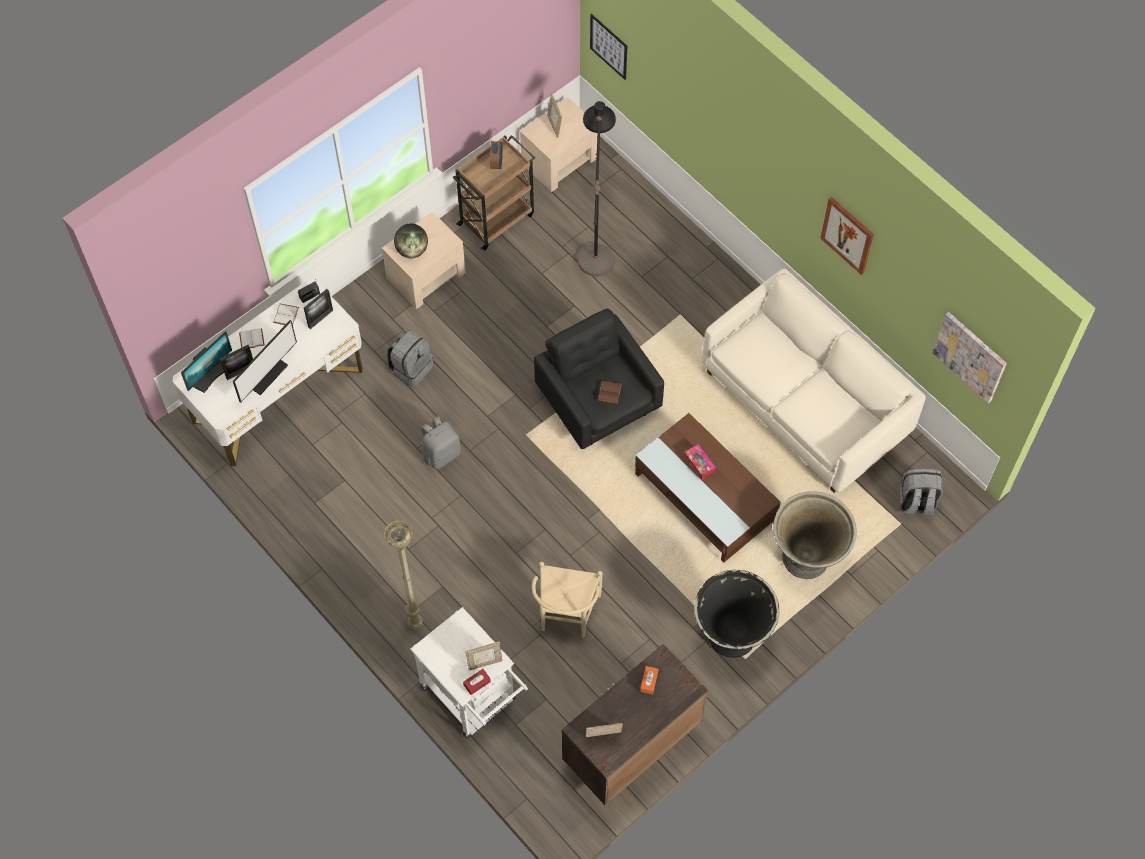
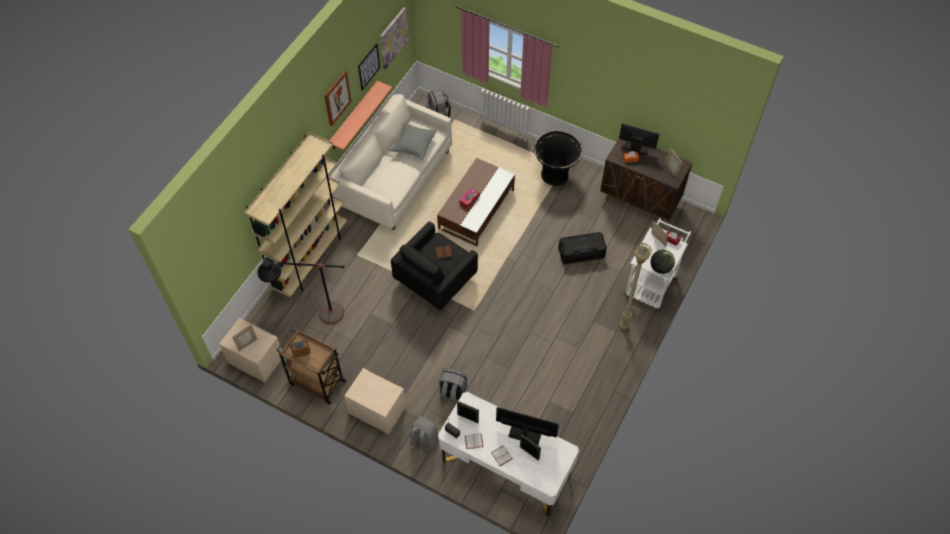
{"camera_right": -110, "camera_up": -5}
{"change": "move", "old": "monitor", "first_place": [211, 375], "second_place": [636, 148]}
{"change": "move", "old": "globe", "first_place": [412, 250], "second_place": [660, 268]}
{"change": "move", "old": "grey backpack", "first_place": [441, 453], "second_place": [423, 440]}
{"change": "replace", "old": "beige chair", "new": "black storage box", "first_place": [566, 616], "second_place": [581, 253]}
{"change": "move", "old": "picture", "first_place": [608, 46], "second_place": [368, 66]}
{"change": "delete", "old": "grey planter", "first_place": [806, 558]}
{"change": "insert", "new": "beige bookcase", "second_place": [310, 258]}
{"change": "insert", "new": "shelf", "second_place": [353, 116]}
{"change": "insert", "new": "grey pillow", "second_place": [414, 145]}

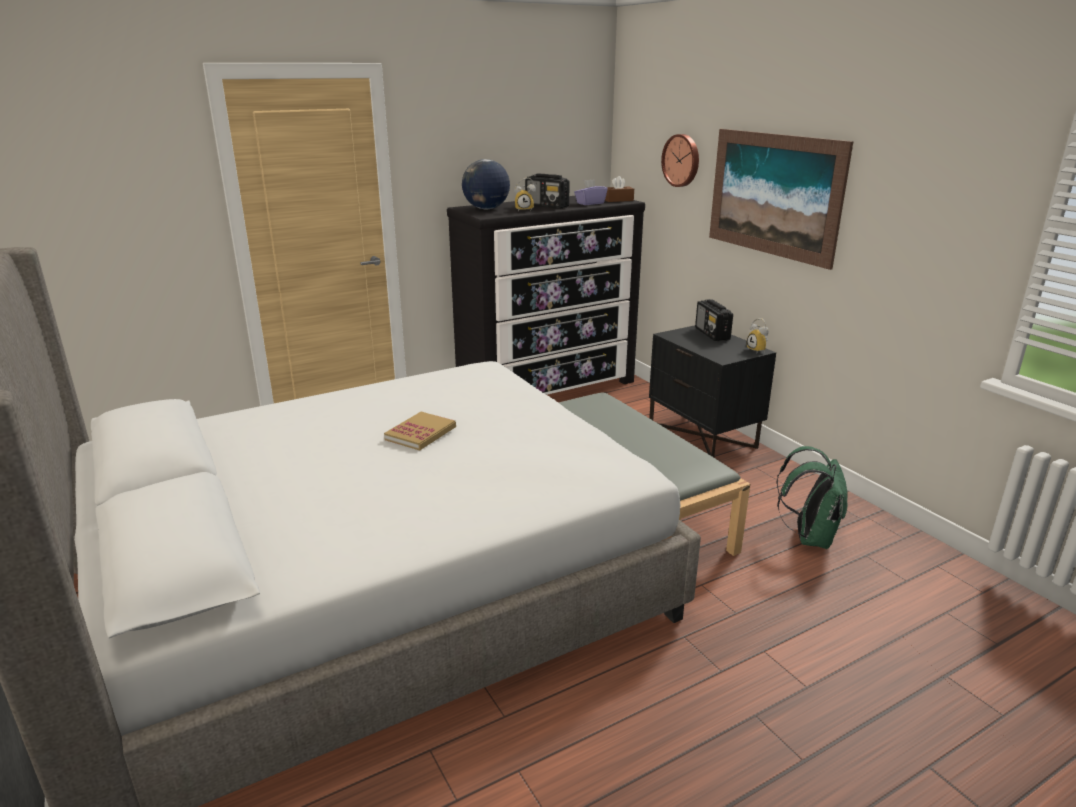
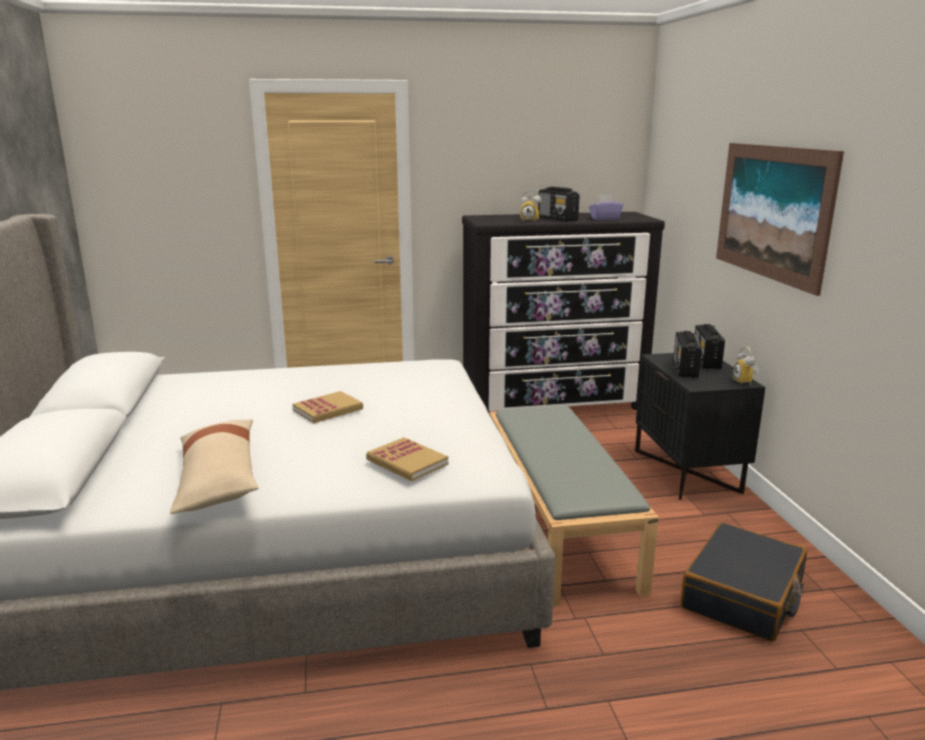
{"camera_right": 20, "camera_up": -5}
{"change": "delete", "old": "globe", "first_place": [486, 209]}
{"change": "delete", "old": "brown tissue box", "first_place": [618, 200]}
{"change": "delete", "old": "wall clock", "first_place": [682, 160]}
{"change": "replace", "old": "green backpack", "new": "black suitcase", "first_place": [809, 537], "second_place": [743, 596]}
{"change": "insert", "new": "beige pillow", "second_place": [218, 479]}
{"change": "insert", "new": "book", "second_place": [407, 462]}
{"change": "insert", "new": "radio", "second_place": [685, 370]}

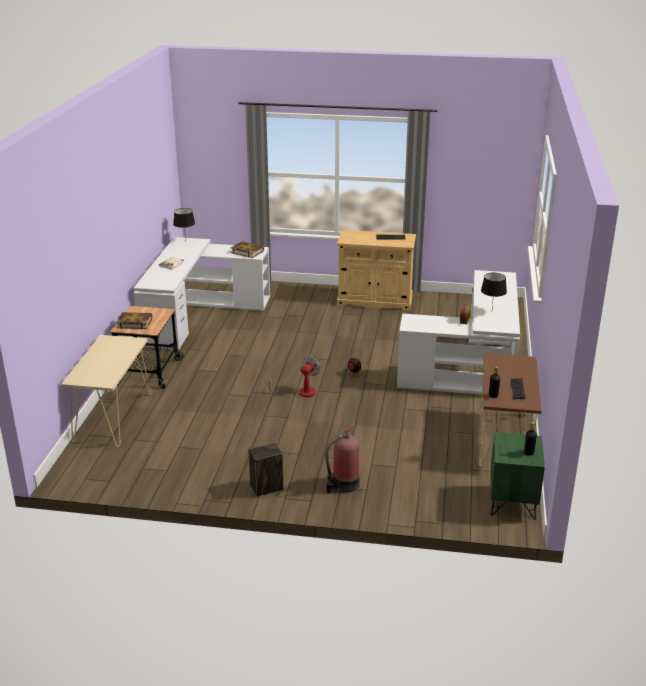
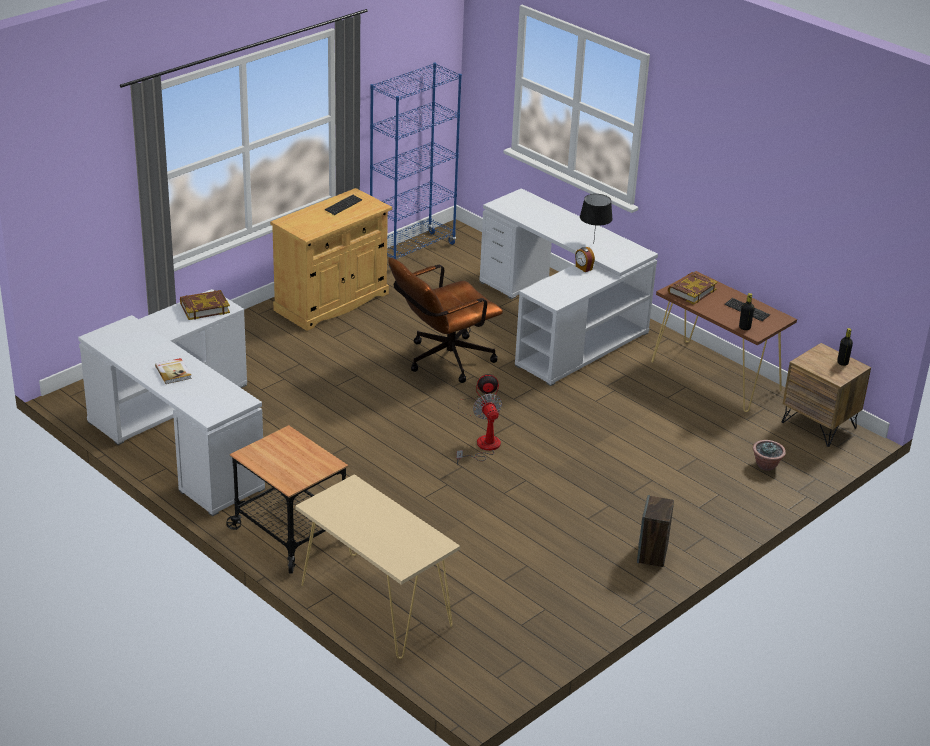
{"camera_right": -55, "camera_up": 5}
{"change": "move", "old": "book", "first_place": [134, 323], "second_place": [691, 291]}
{"change": "delete", "old": "black table lamp", "first_place": [185, 242]}
{"change": "delete", "old": "fire extinguisher", "first_place": [344, 485]}
{"change": "recolor", "old": "green nightstand", "new": "brown nightstand", "first_place": [513, 502], "second_place": [819, 425]}
{"change": "insert", "new": "blue bookcase", "second_place": [412, 251]}
{"change": "insert", "new": "brown office chair", "second_place": [442, 361]}
{"change": "insert", "new": "potted plant", "second_place": [766, 465]}

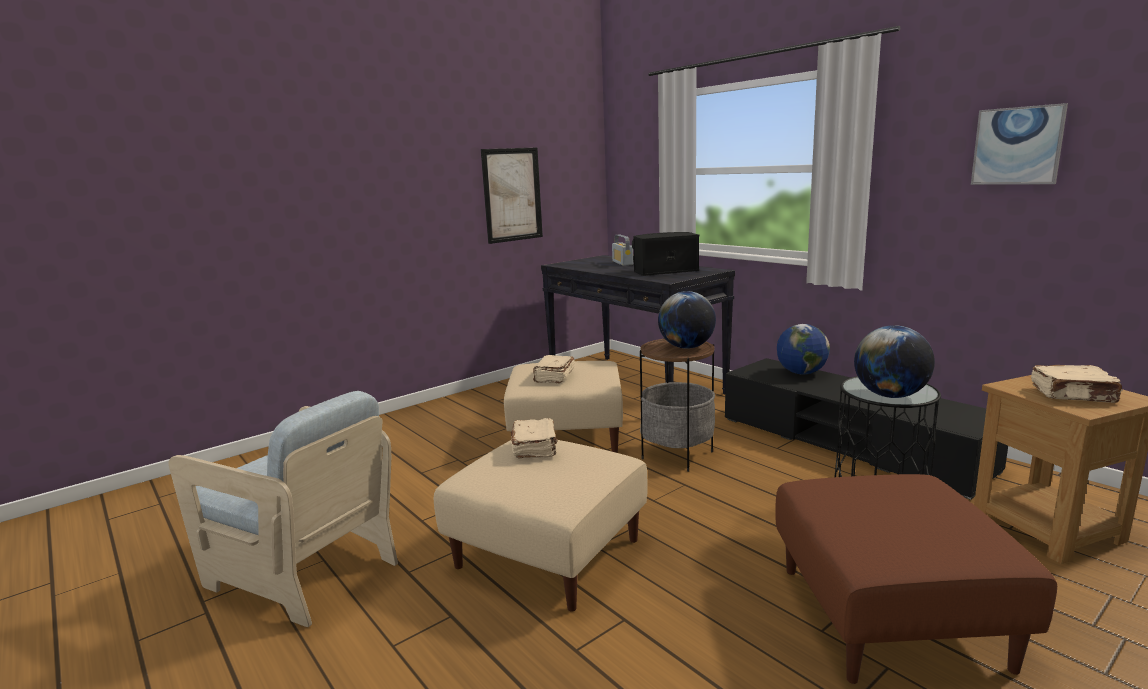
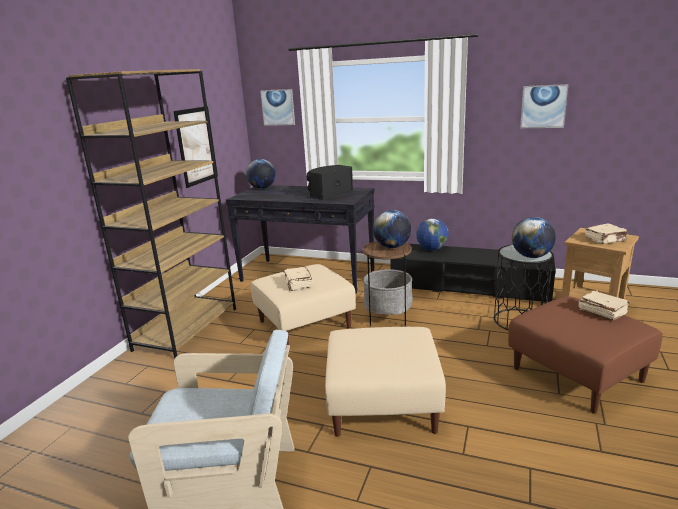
{"camera_right": -30, "camera_up": 5}
{"change": "move", "old": "beige book", "first_place": [535, 448], "second_place": [601, 312]}
{"change": "delete", "old": "radio", "first_place": [622, 263]}
{"change": "insert", "new": "brown bookcase", "second_place": [187, 328]}
{"change": "insert", "new": "globe", "second_place": [262, 188]}
{"change": "insert", "new": "picture", "second_place": [278, 107]}

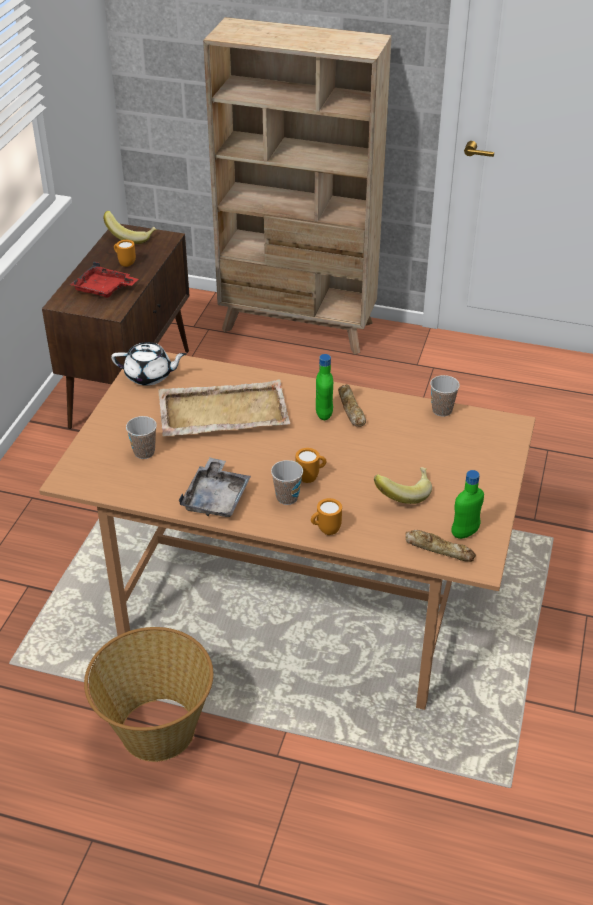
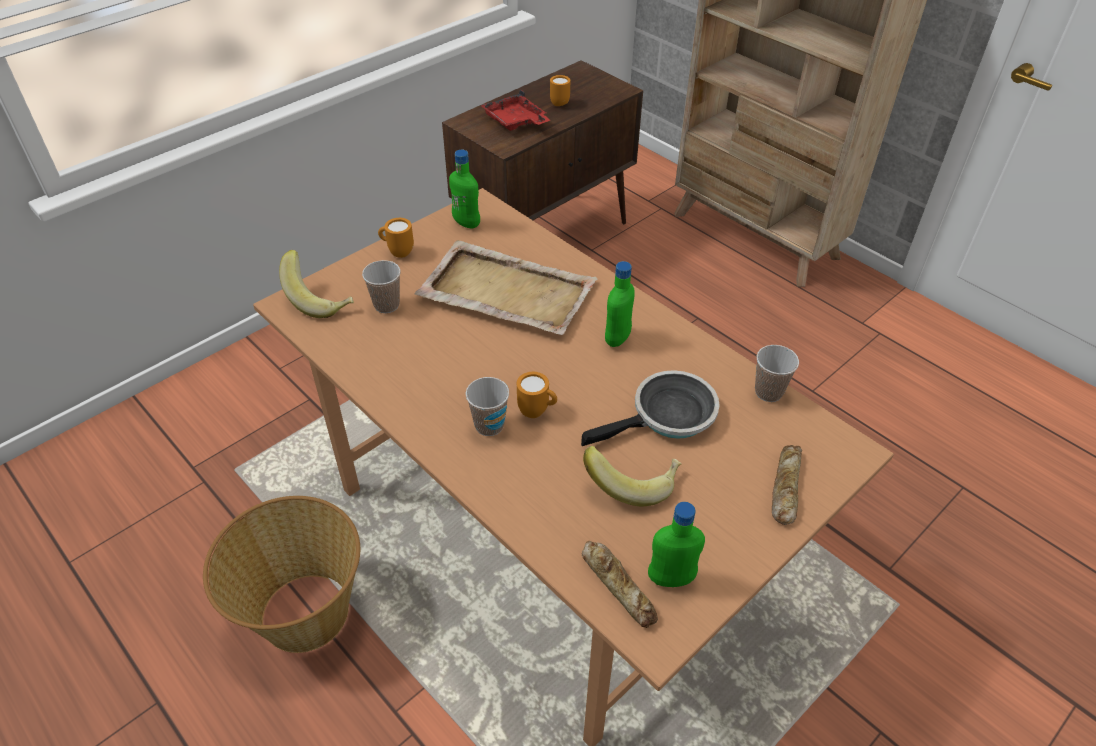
{"camera_right": 30, "camera_up": 5}
{"change": "move", "old": "banana", "first_place": [131, 237], "second_place": [320, 299]}
{"change": "replace", "old": "white teapot", "new": "green bottle", "first_place": [149, 376], "second_place": [466, 223]}
{"change": "delete", "old": "grey tray", "first_place": [216, 498]}
{"change": "move", "old": "orange mug", "first_place": [325, 530], "second_place": [397, 252]}
{"change": "move", "old": "bread", "first_place": [350, 409], "second_place": [785, 487]}
{"change": "insert", "new": "frying pan", "second_place": [668, 416]}

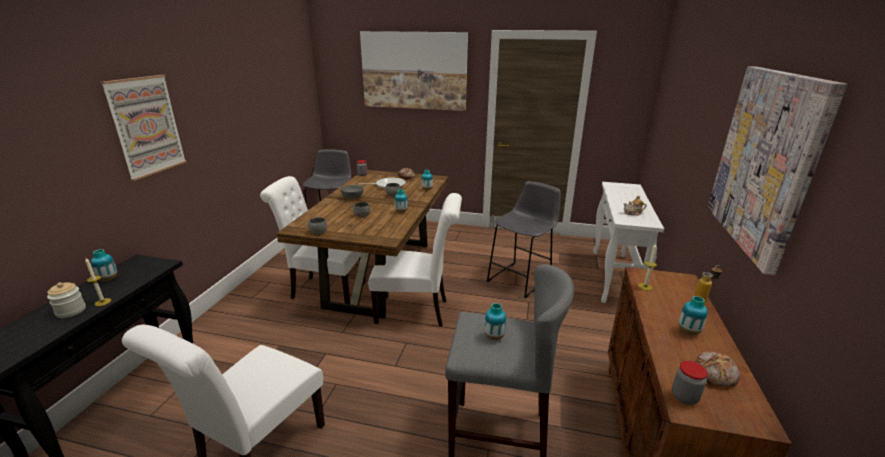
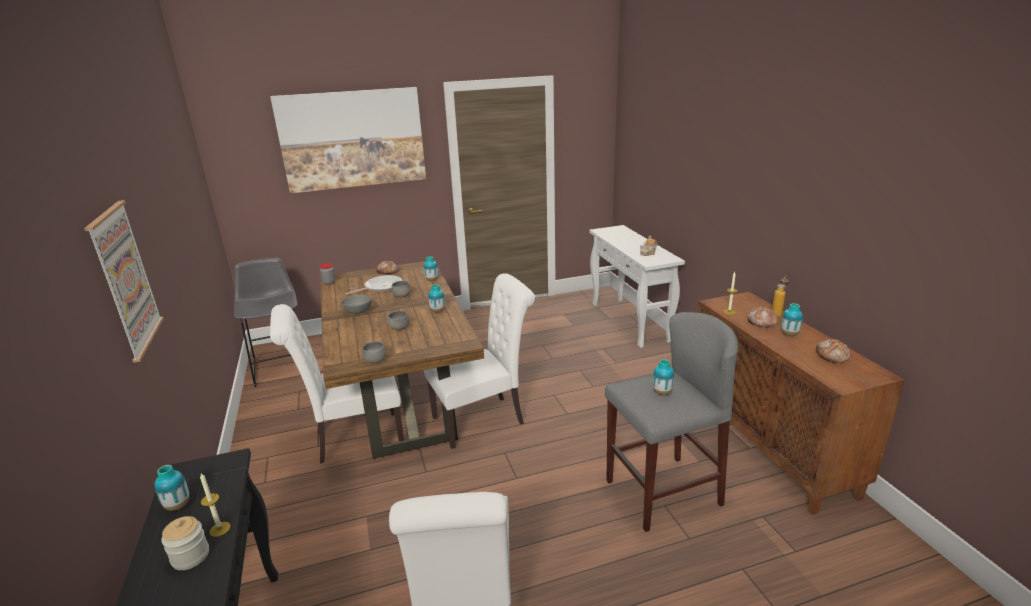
{"camera_right": -30, "camera_up": 0}
{"change": "delete", "old": "grey stool", "first_place": [521, 278]}
{"change": "delete", "old": "jar", "first_place": [684, 397]}
{"change": "delete", "old": "picture", "first_place": [765, 161]}
{"change": "insert", "new": "bread", "second_place": [761, 322]}

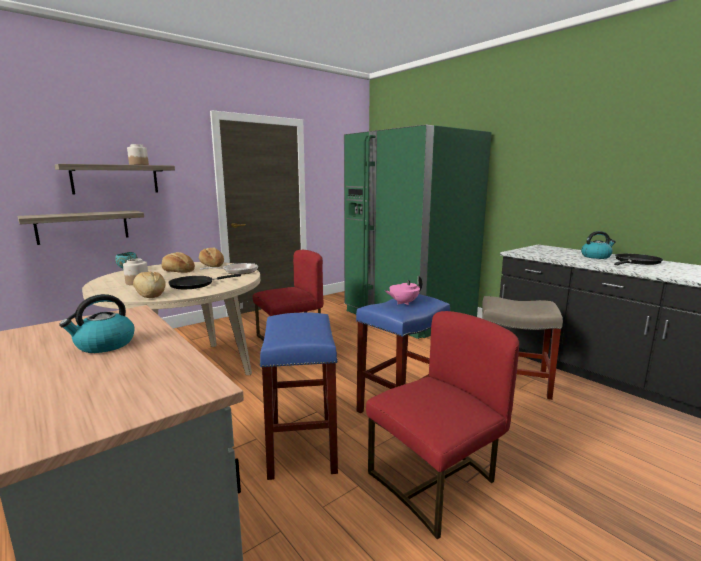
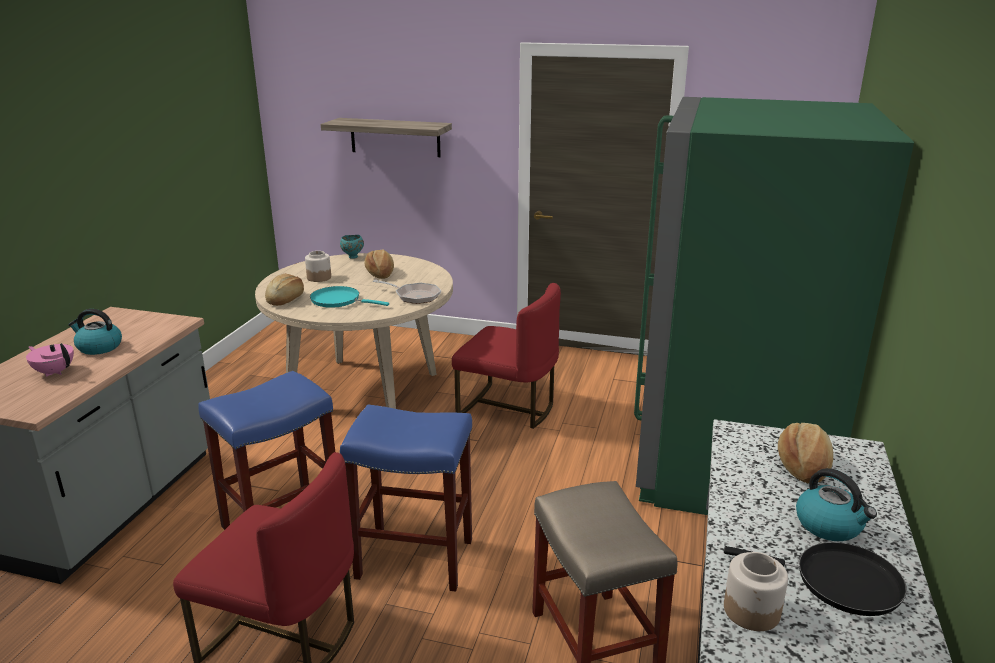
{"camera_right": 55, "camera_up": 10}
{"change": "delete", "old": "shelf", "first_place": [83, 227]}
{"change": "move", "old": "jar", "first_place": [139, 165], "second_place": [752, 611]}
{"change": "recolor", "old": "black frying pan", "new": "turquoise frying pan", "first_place": [195, 284], "second_place": [339, 300]}
{"change": "move", "old": "bread", "first_place": [212, 265], "second_place": [803, 465]}
{"change": "move", "old": "pink teapot", "first_place": [403, 303], "second_place": [54, 372]}

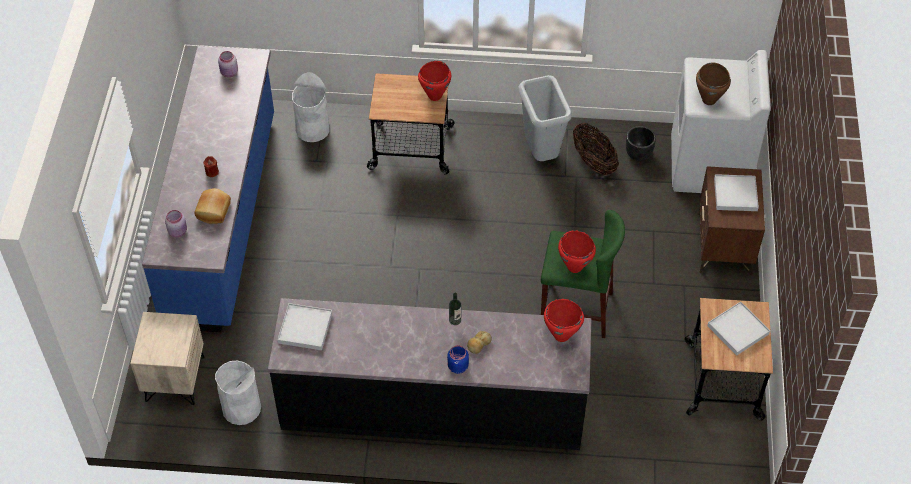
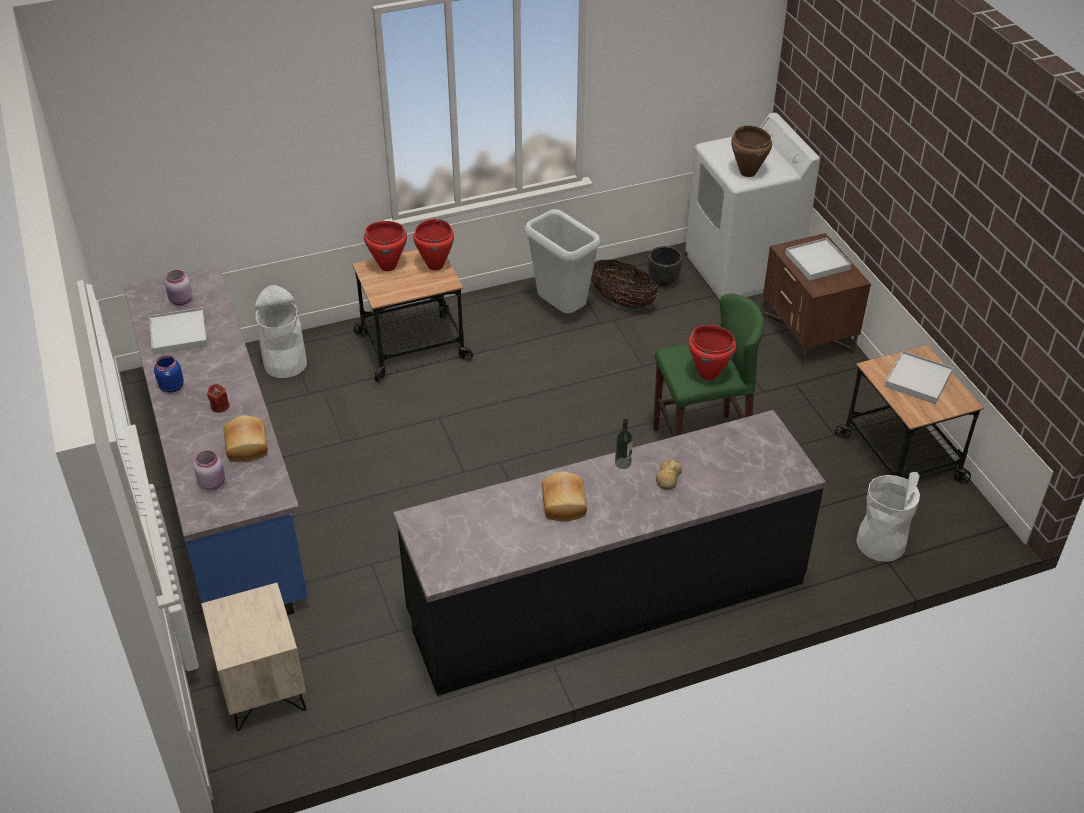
{"camera_right": -25, "camera_up": -10}
{"change": "move", "old": "white trash can", "first_place": [241, 408], "second_place": [881, 543]}
{"change": "move", "old": "white tray", "first_place": [305, 328], "second_place": [179, 334]}
{"change": "move", "old": "blue jar", "first_place": [457, 367], "second_place": [171, 387]}
{"change": "move", "old": "red cooking pot", "first_place": [561, 335], "second_place": [387, 266]}
{"change": "insert", "new": "bread", "second_place": [565, 504]}

